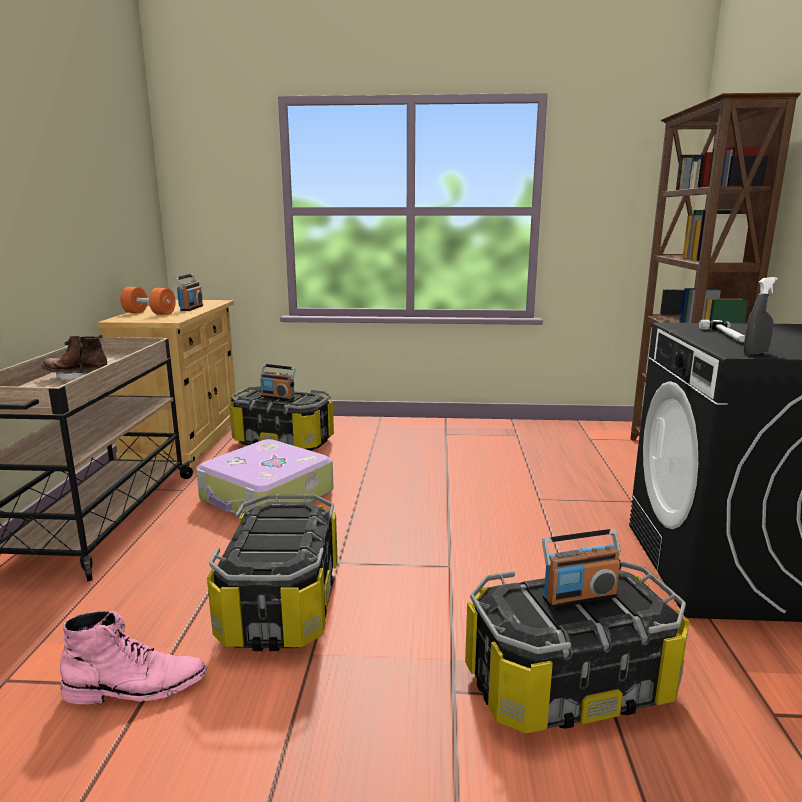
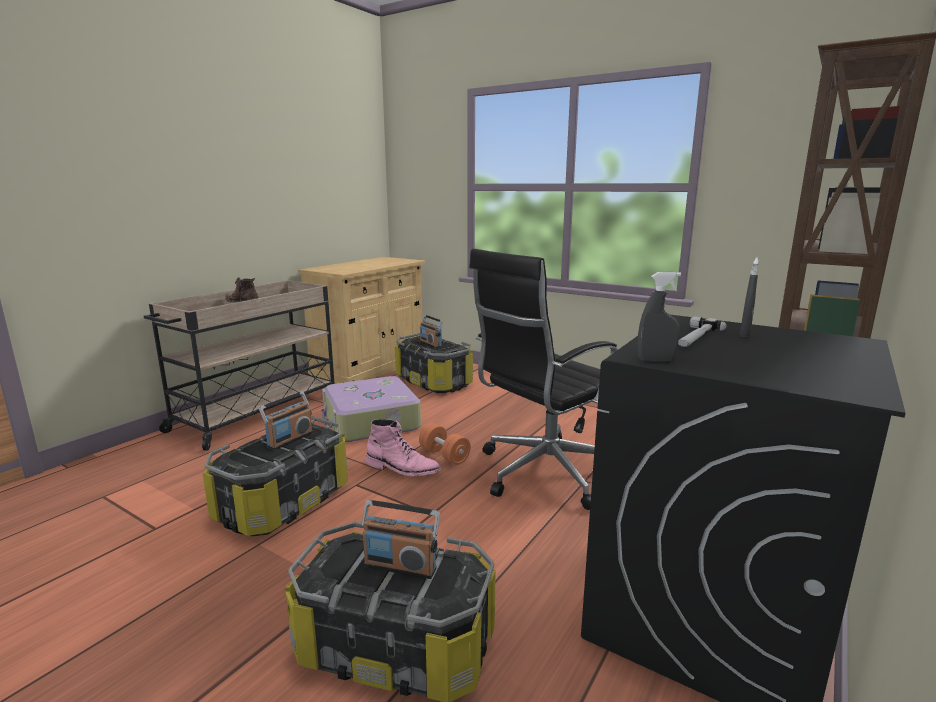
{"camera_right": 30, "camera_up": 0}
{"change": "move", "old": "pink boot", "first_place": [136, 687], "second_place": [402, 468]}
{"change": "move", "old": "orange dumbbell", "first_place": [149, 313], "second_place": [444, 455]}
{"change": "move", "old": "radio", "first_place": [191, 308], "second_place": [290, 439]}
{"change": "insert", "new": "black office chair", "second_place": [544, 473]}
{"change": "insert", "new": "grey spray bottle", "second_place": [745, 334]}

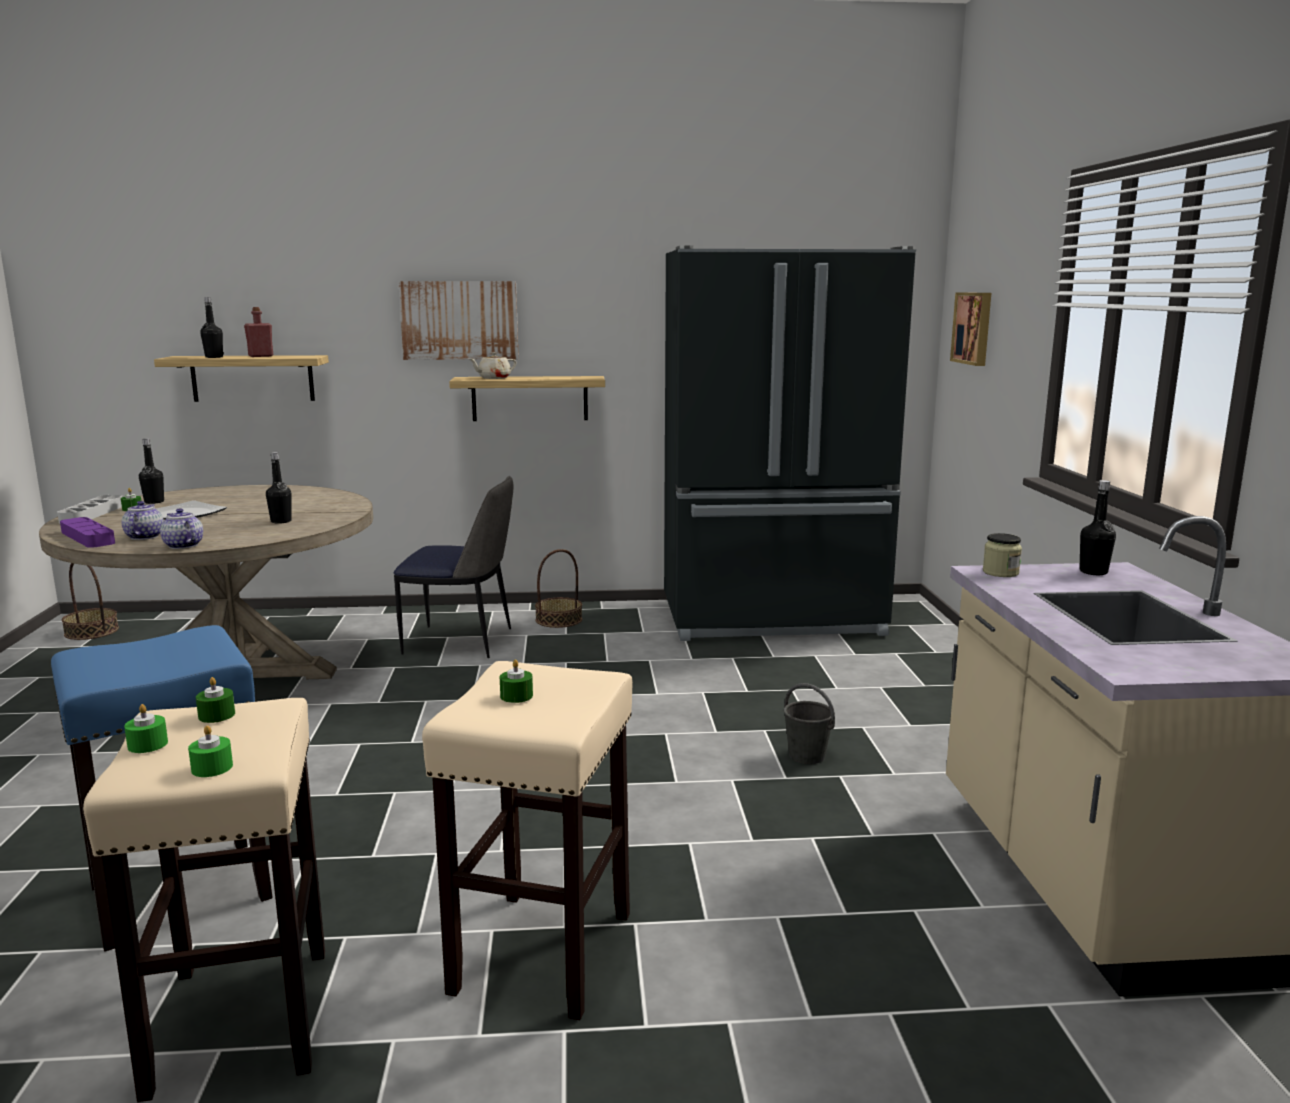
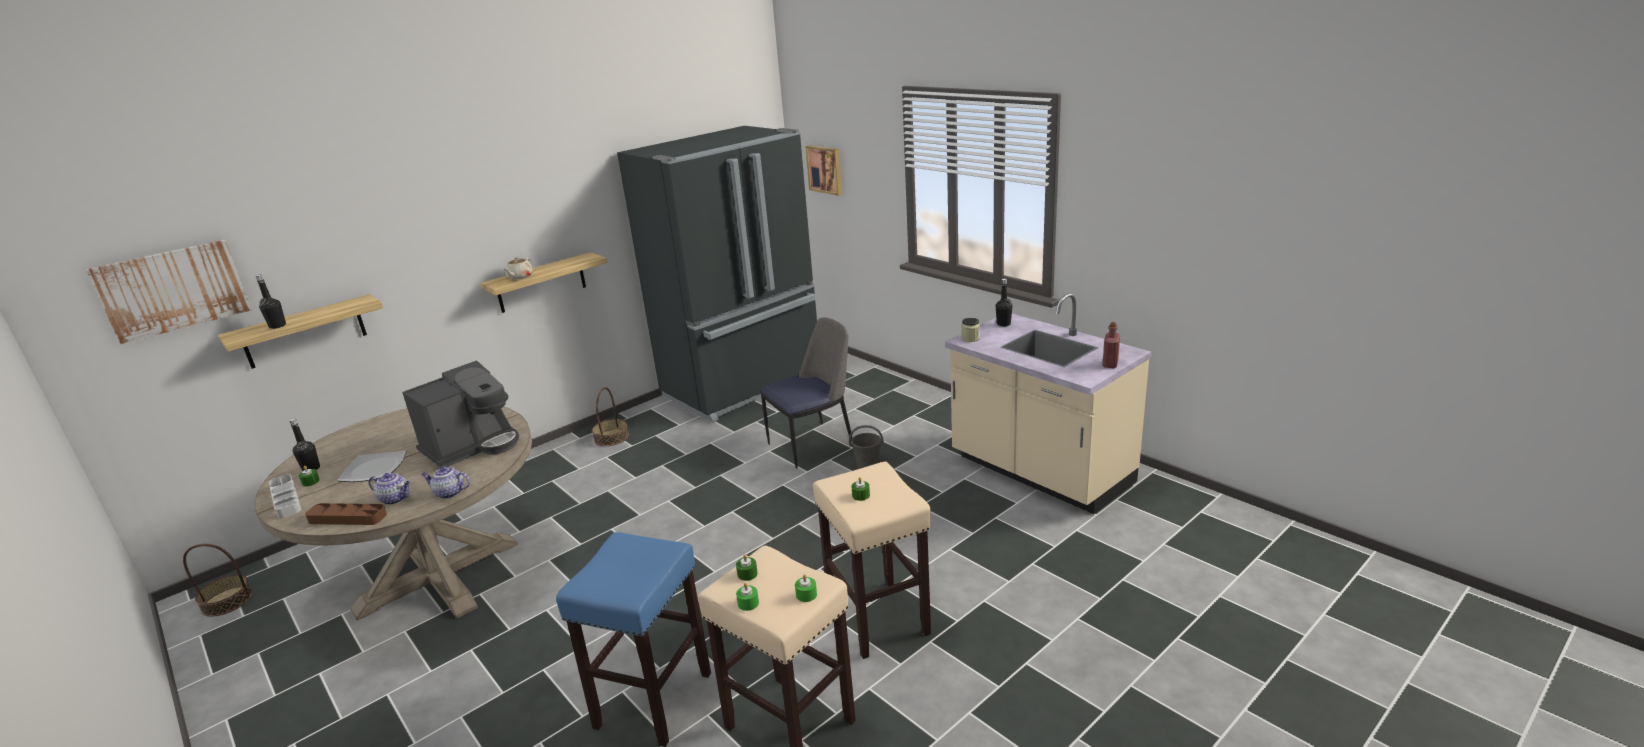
{"camera_right": -35, "camera_up": 10}
{"change": "recolor", "old": "purple tray", "new": "brown tray", "first_place": [87, 537], "second_place": [347, 518]}
{"change": "rotate", "old": "teapot", "first_place": [144, 536], "second_place": [396, 499], "degrees": 150}
{"change": "move", "old": "red bottle", "first_place": [261, 356], "second_place": [1110, 364]}
{"change": "replace", "old": "black bottle", "new": "coffee machine", "first_place": [281, 521], "second_place": [473, 446]}
{"change": "move", "old": "chair", "first_place": [461, 642], "second_place": [813, 444]}
{"change": "move", "old": "picture", "first_place": [459, 320], "second_place": [173, 290]}

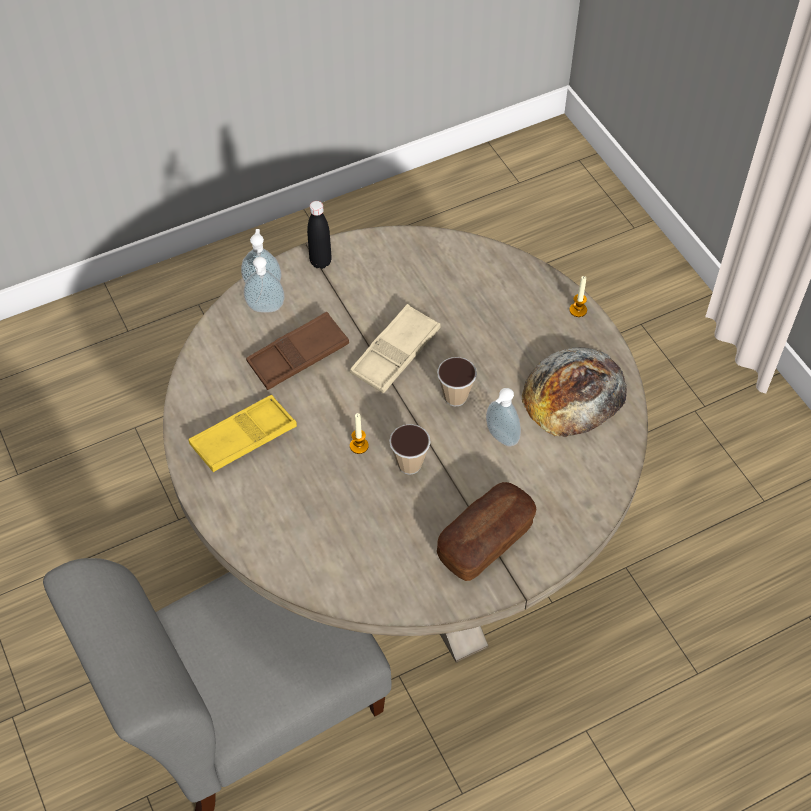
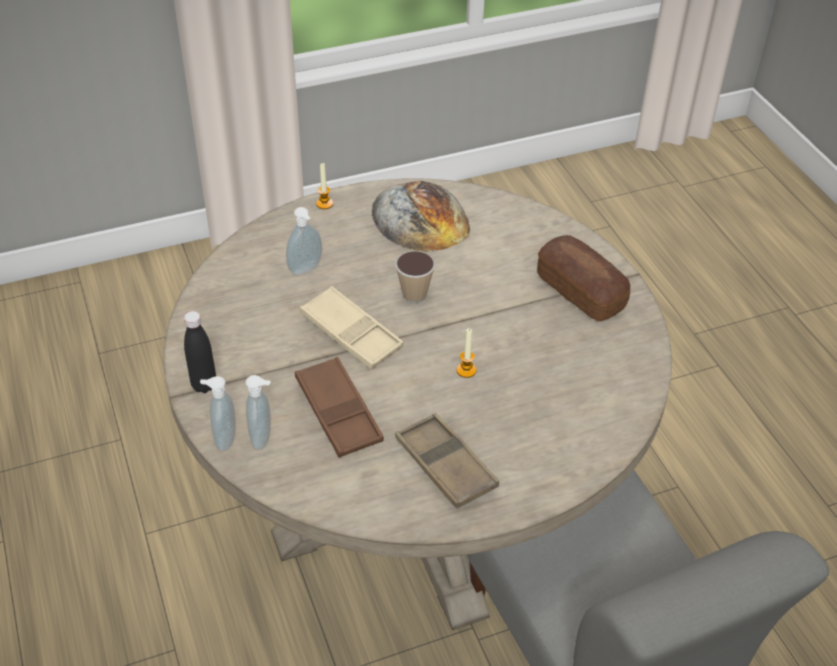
{"camera_right": -85, "camera_up": -10}
{"change": "recolor", "old": "yellow tray", "new": "brown tray", "first_place": [243, 437], "second_place": [445, 465]}
{"change": "delete", "old": "cup", "first_place": [409, 464]}
{"change": "move", "old": "soap dispenser", "first_place": [500, 438], "second_place": [306, 270]}

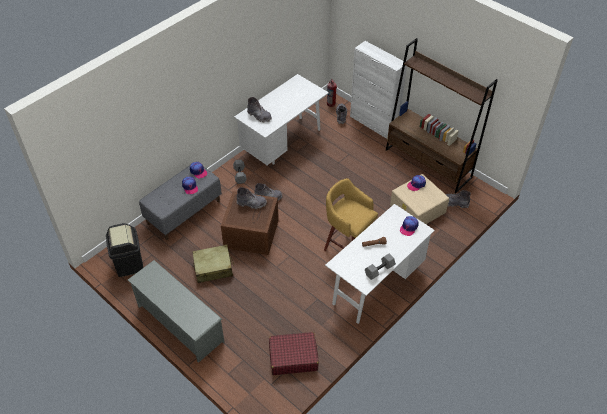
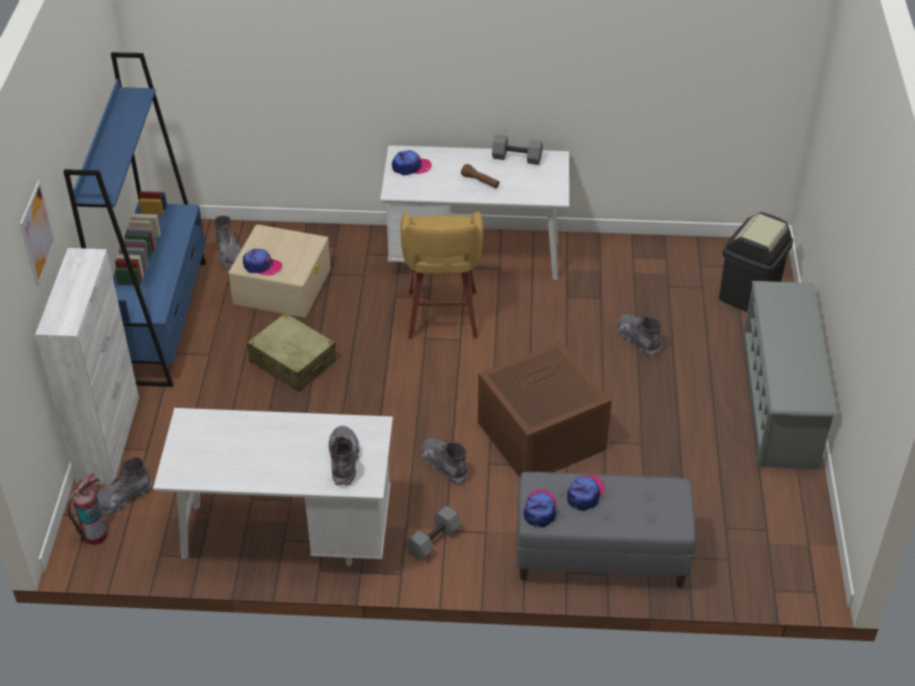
{"camera_right": -130, "camera_up": -5}
{"change": "move", "old": "black trash can", "first_place": [129, 264], "second_place": [749, 294]}
{"change": "move", "old": "beige suitcase", "first_place": [213, 268], "second_place": [292, 361]}
{"change": "move", "old": "grey boot", "first_place": [251, 203], "second_place": [638, 340]}
{"change": "delete", "old": "red suitcase", "first_place": [293, 357]}
{"change": "recolor", "old": "brown bookcase", "new": "blue bookcase", "first_place": [428, 164], "second_place": [161, 320]}
{"change": "insert", "new": "picture", "second_place": [37, 233]}

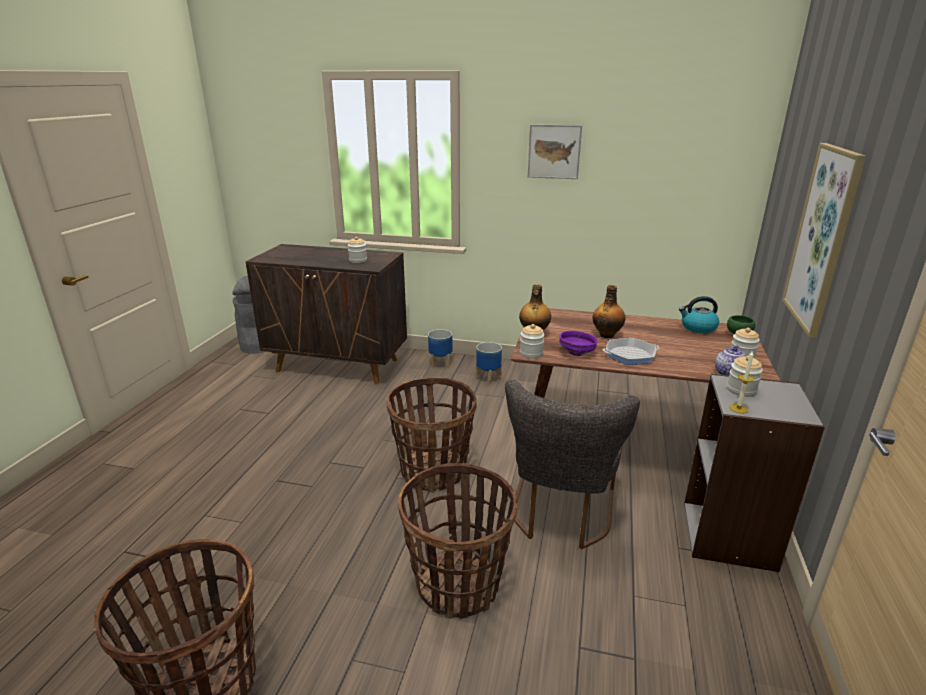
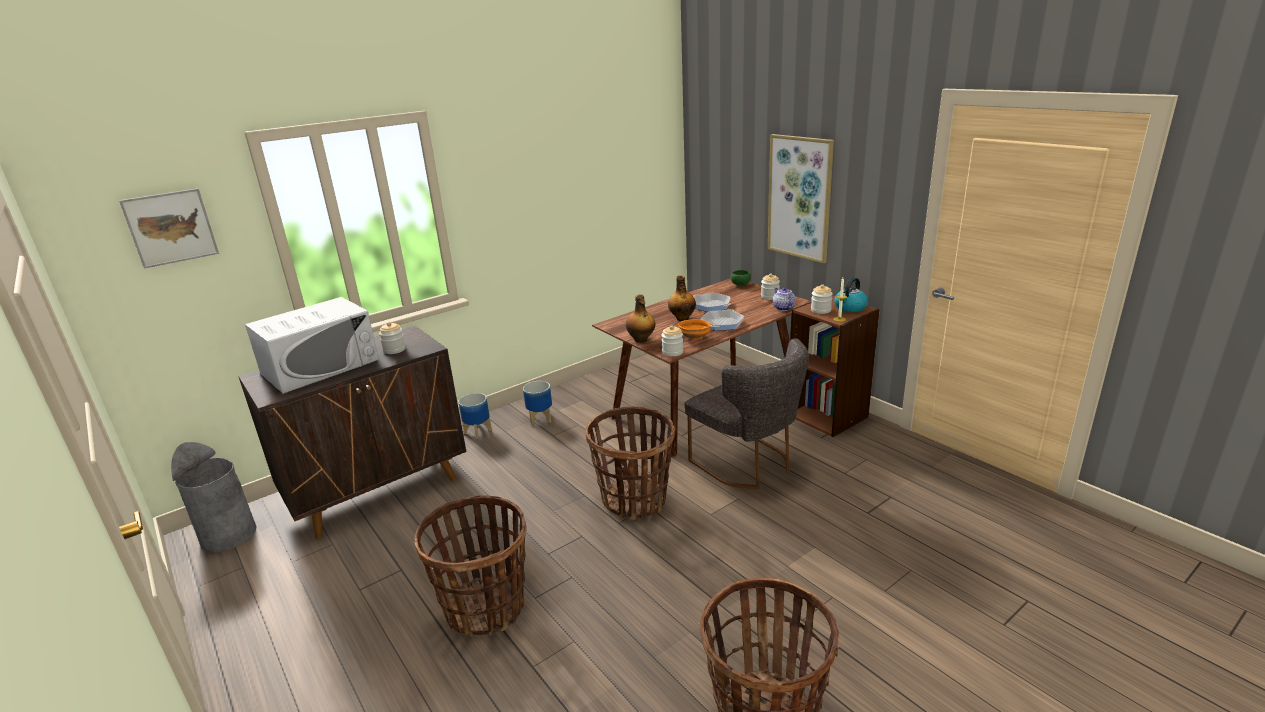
{"camera_right": -50, "camera_up": 0}
{"change": "move", "old": "basket", "first_place": [458, 585], "second_place": [486, 608]}
{"change": "move", "old": "picture", "first_place": [554, 151], "second_place": [171, 227]}
{"change": "recolor", "old": "purple bowl", "new": "orange bowl", "first_place": [577, 353], "second_place": [694, 337]}
{"change": "move", "old": "kettle", "first_place": [698, 328], "second_place": [850, 307]}
{"change": "recolor", "old": "grey bookcase", "new": "brown bookcase", "first_place": [729, 536], "second_place": [828, 415]}
{"change": "insert", "new": "white microwave", "second_place": [321, 366]}
{"change": "insert", "new": "frying pan", "second_place": [711, 305]}

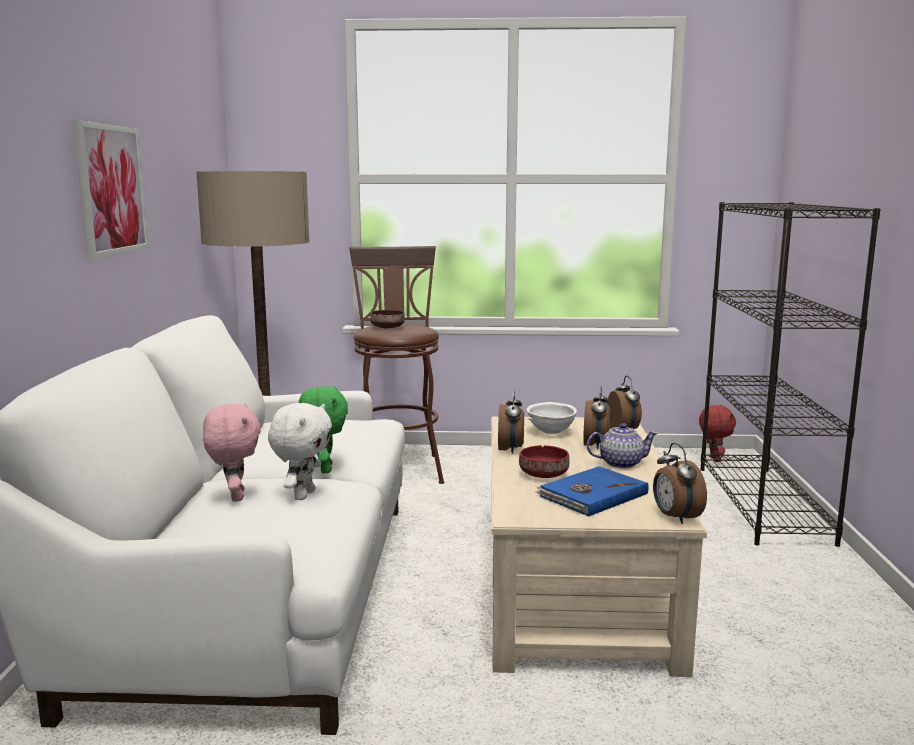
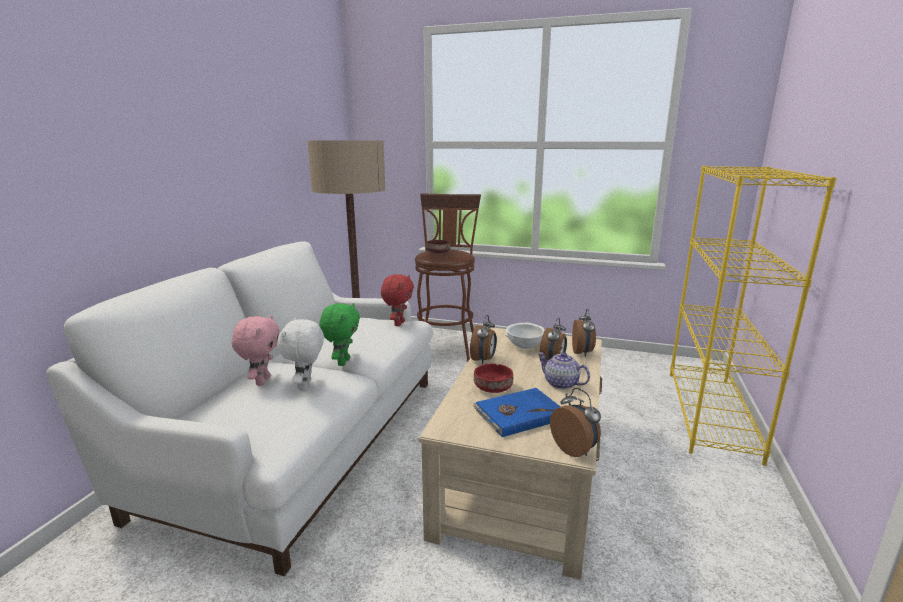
{"camera_right": 15, "camera_up": 5}
{"change": "delete", "old": "picture", "first_place": [111, 190]}
{"change": "rotate", "old": "white plush toy", "first_place": [303, 495], "second_place": [306, 385], "degrees": 150}
{"change": "rotate", "old": "teapot", "first_place": [620, 463], "second_place": [561, 384], "degrees": -150}
{"change": "rotate", "old": "alarm clock", "first_place": [675, 517], "second_place": [575, 449], "degrees": 150}
{"change": "move", "old": "red plush toy", "first_place": [713, 459], "second_place": [398, 324]}
{"change": "recolor", "old": "black bookcase", "new": "yellow bookcase", "first_place": [763, 504], "second_place": [711, 413]}

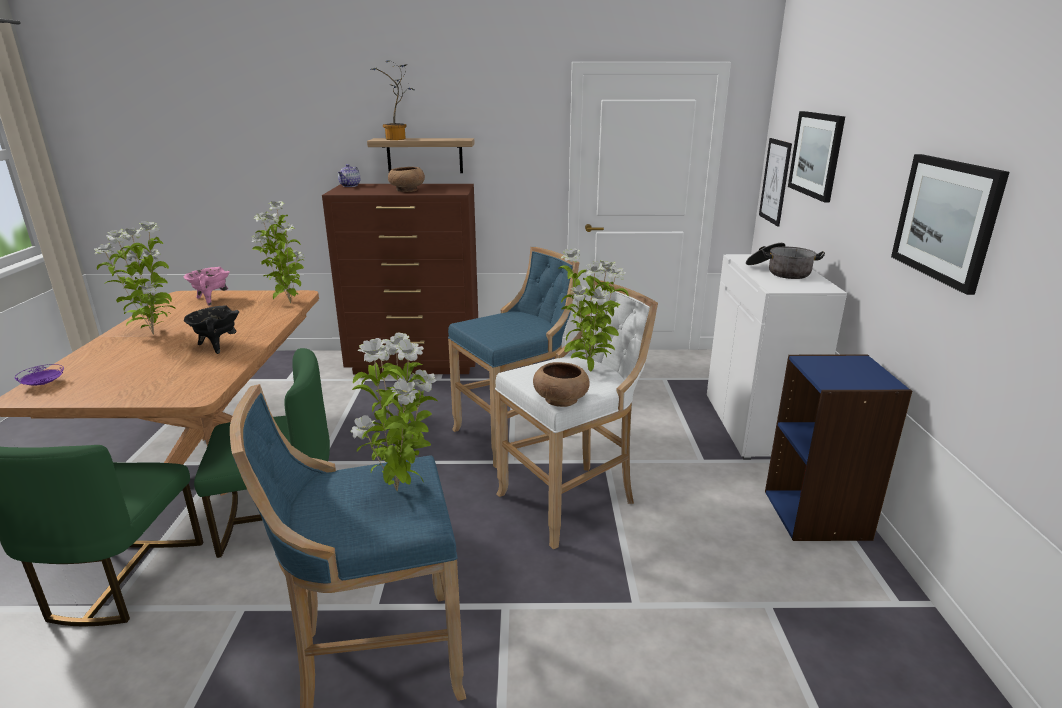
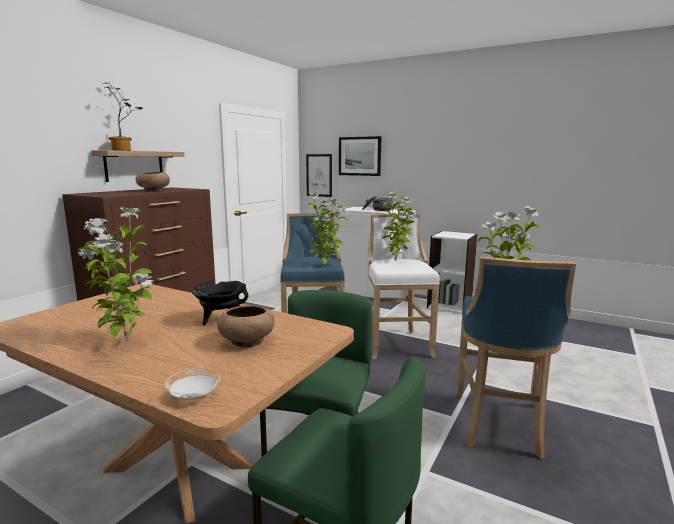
{"camera_right": -60, "camera_up": -10}
{"change": "recolor", "old": "purple plate", "new": "white plate", "first_place": [43, 384], "second_place": [193, 396]}
{"change": "delete", "old": "pink cooking pot", "first_place": [211, 300]}
{"change": "move", "old": "potted plant", "first_place": [288, 303], "second_place": [326, 266]}
{"change": "delete", "old": "teapot", "first_place": [350, 186]}
{"change": "move", "old": "brown bowl", "first_place": [561, 399], "second_place": [246, 341]}
{"change": "recolor", "old": "blue bookcase", "new": "white bookcase", "first_place": [817, 515], "second_place": [449, 305]}
{"change": "delete", "old": "picture", "first_place": [946, 220]}

